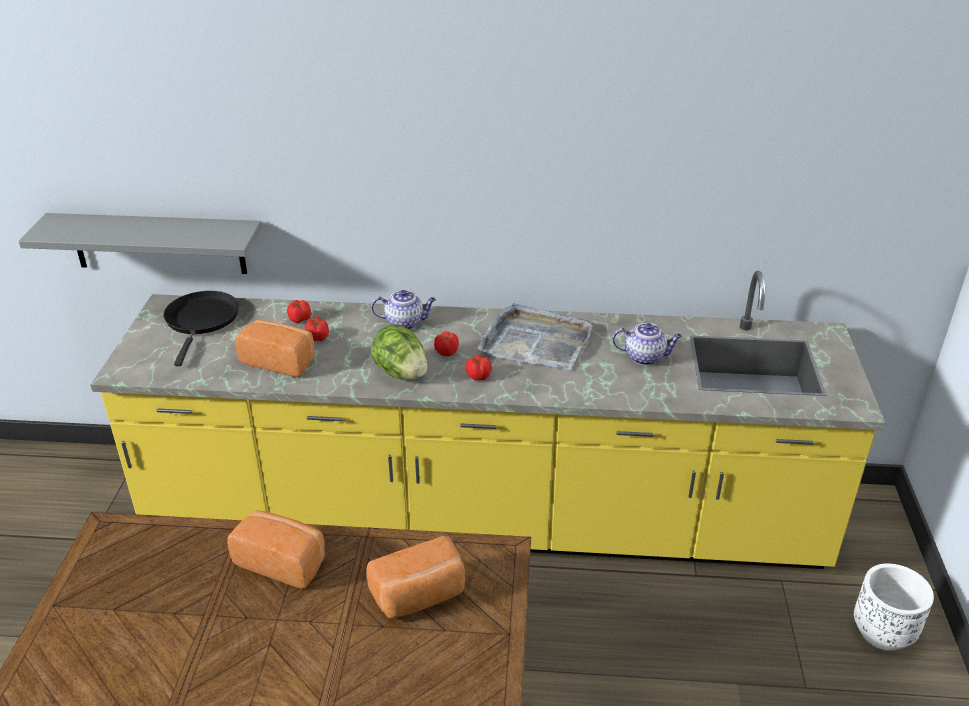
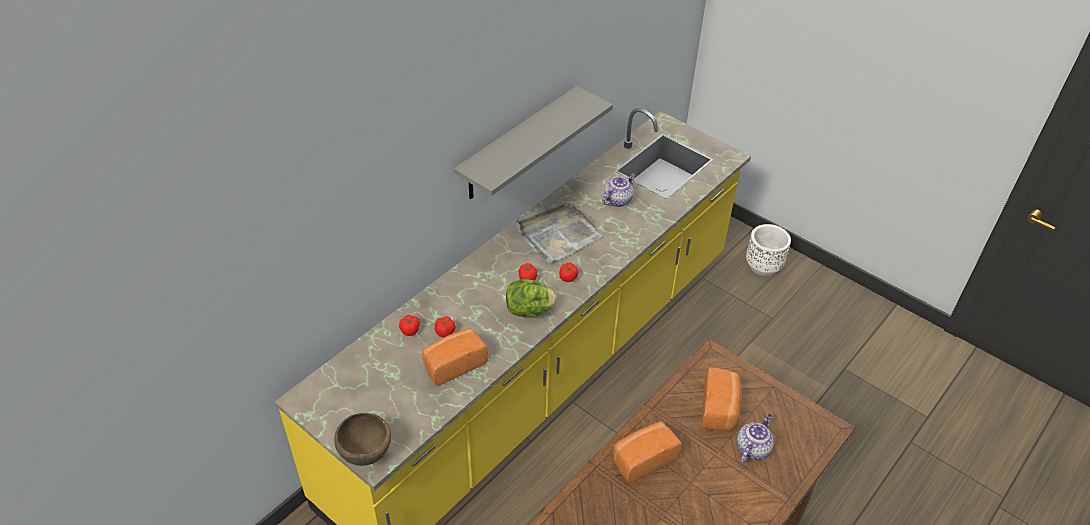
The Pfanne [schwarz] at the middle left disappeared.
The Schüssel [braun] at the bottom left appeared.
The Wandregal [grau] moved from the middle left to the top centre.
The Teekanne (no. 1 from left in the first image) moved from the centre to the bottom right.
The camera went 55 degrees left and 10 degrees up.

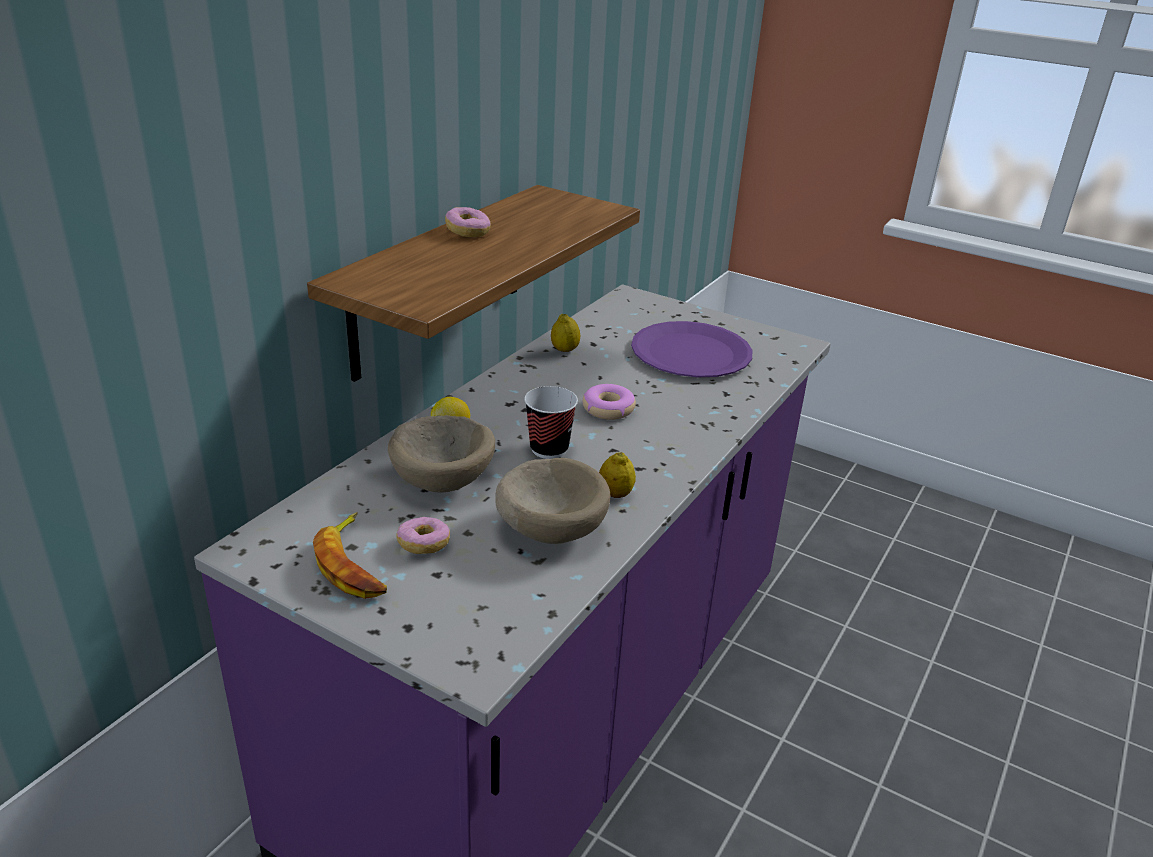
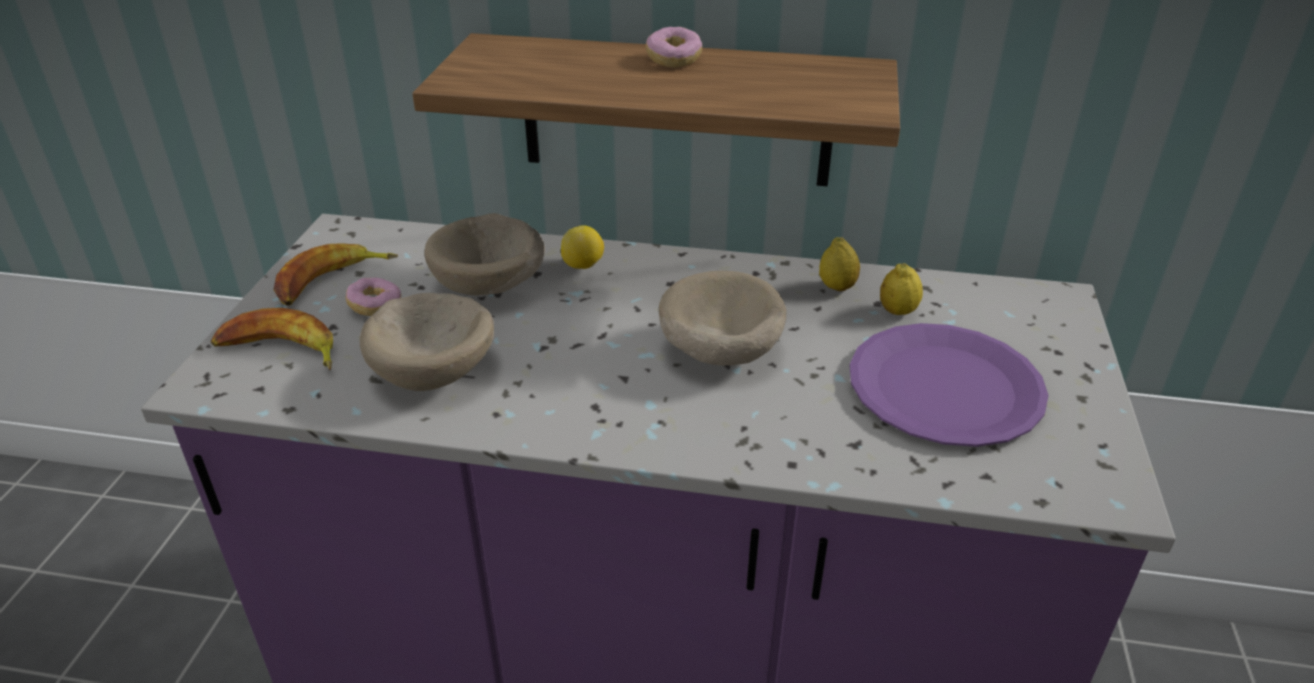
The Tasse at the centre disappeared.
The Banane (no. 1 from left) at the middle left appeared.
The Zitrone (no. 3 from left) moved from the centre to the middle right.
The Donut (no. 3 from left) at the centre was replaced by the Schüssel [beige] (no. 3 from left) at the centre.
The camera went 70 degrees right and 5 degrees up.

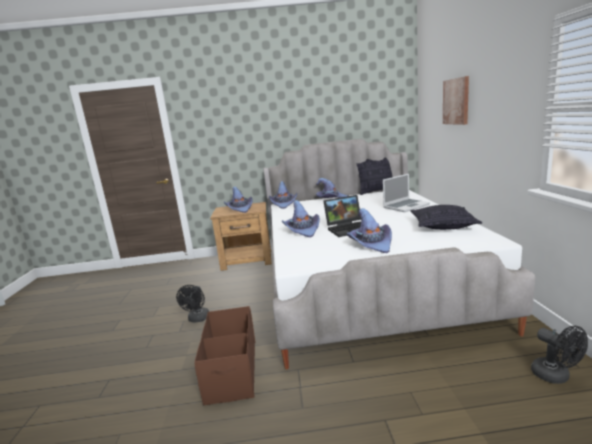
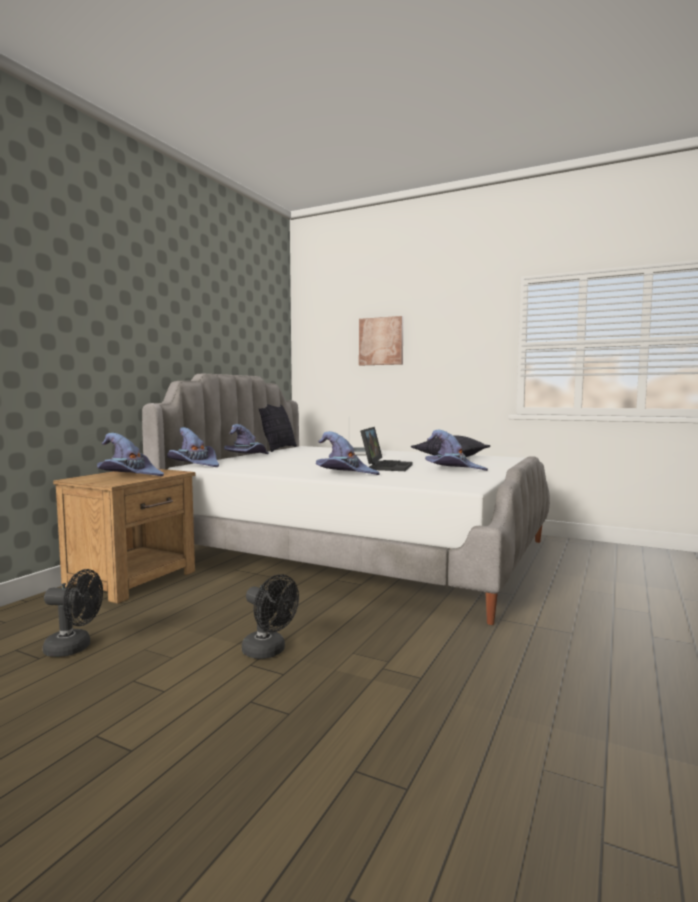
The Aufbewahrungsbox [braun] at the bottom centre disappeared.
The Ventilator [schwarz] (no. 2 from left in the first image) moved from the bottom right to the bottom left.
The camera went 60 degrees left and 10 degrees down.

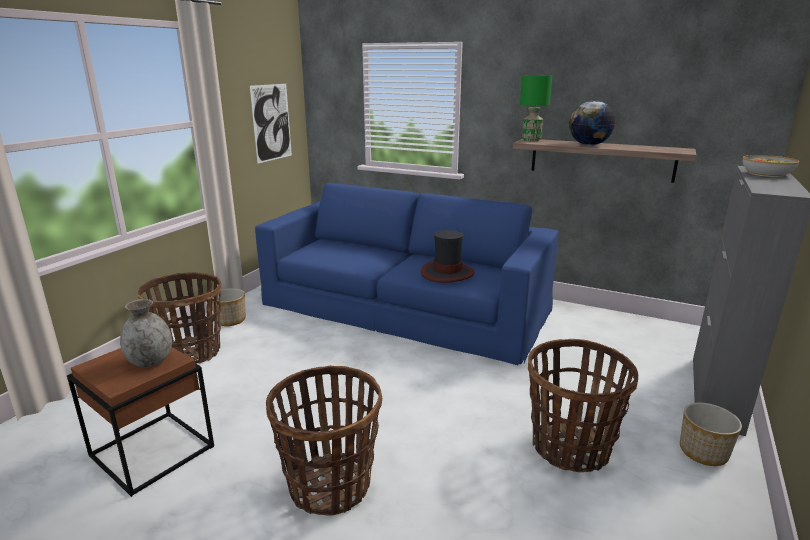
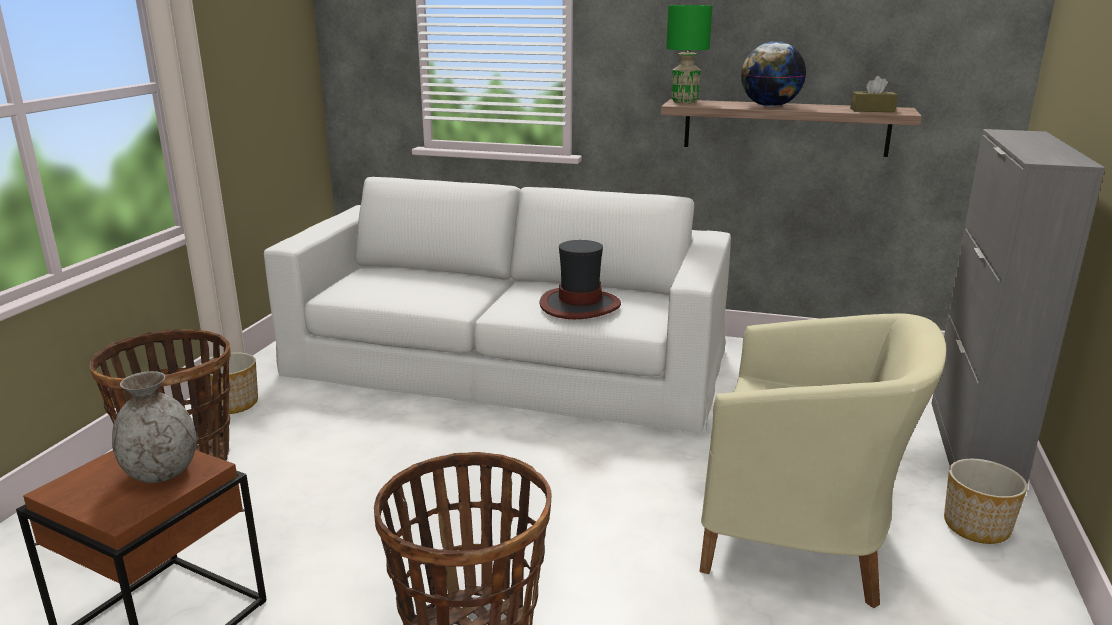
The Bild at the top centre disappeared.
The Schüssel at the top right disappeared.
The Taschentuchbox [braun] at the top right appeared.
The Korb (no. 3 from left) at the bottom right was replaced by the Sessel [beige] at the bottom right.
The Sofa [blau] at the centre became the Sofa [weiß] at the centre.
The camera went 10 degrees left and 0 degrees up.

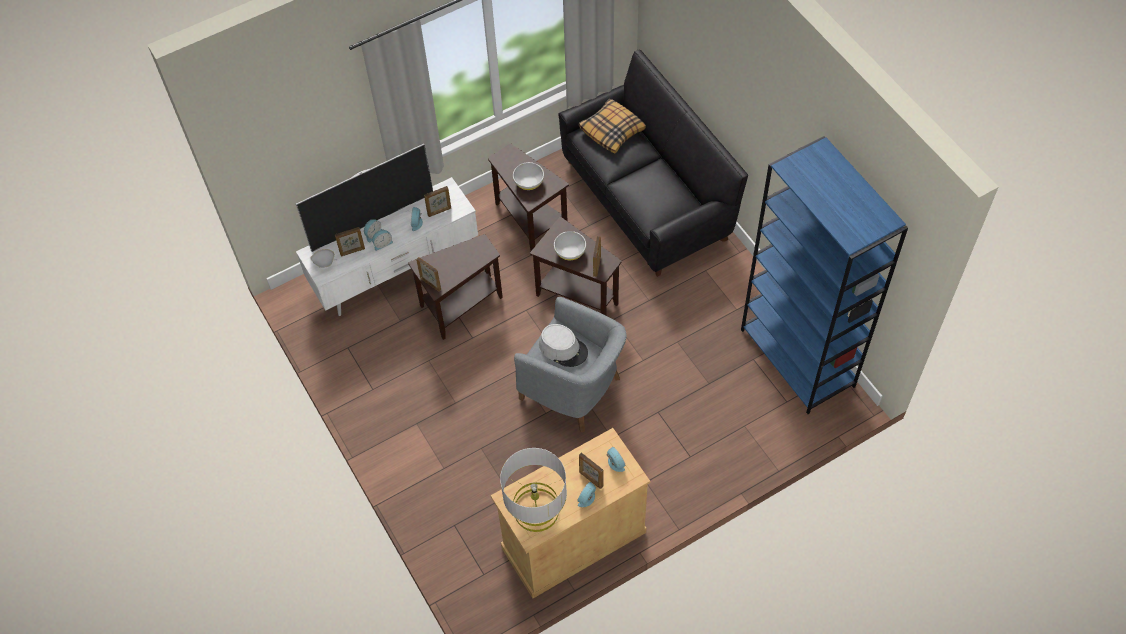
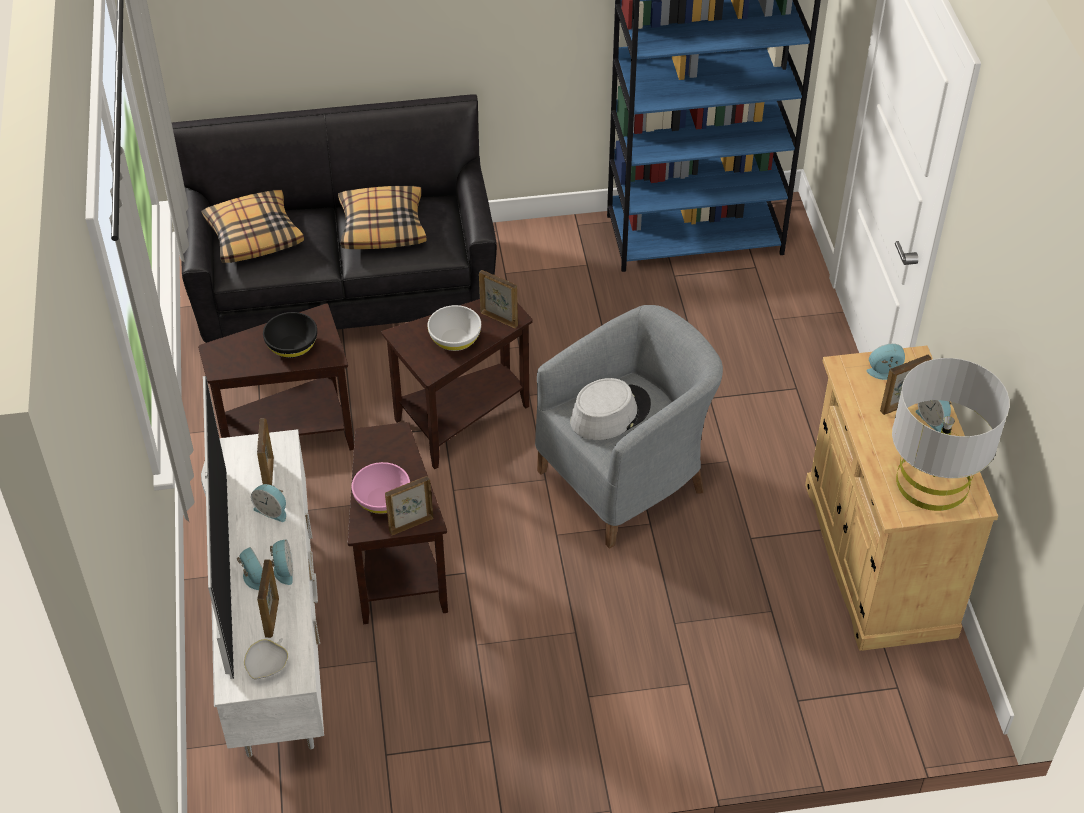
The Kissen (no. 2 from left) at the top centre appeared.
The Schüssel [rosa] at the centre appeared.
The Schüssel [weiß] (no. 2 from left) at the top centre became the Schüssel [schwarz] at the middle left.
The camera went 70 degrees left and 10 degrees down.

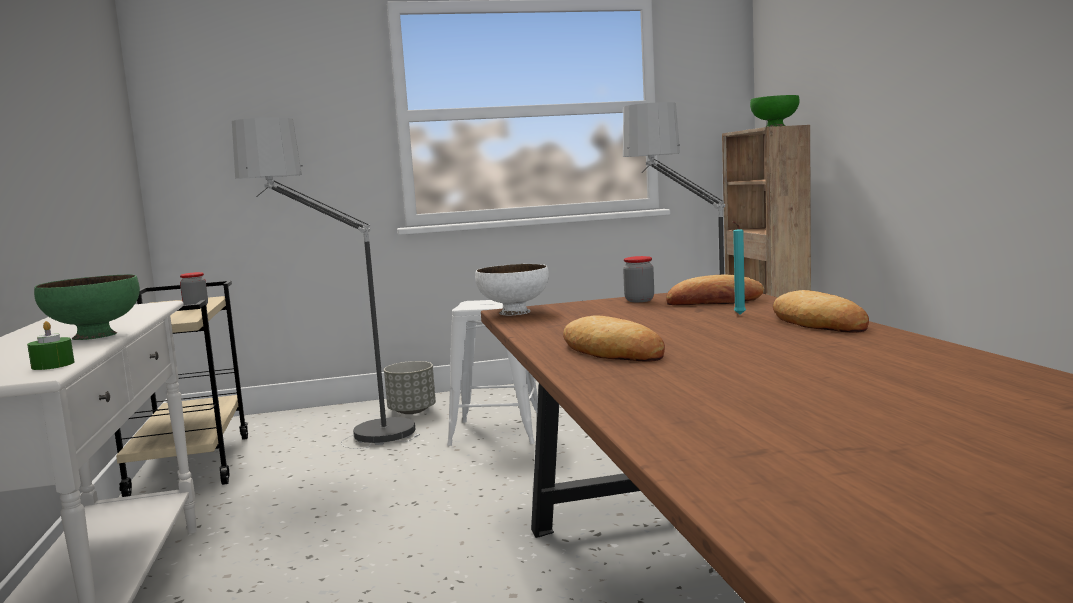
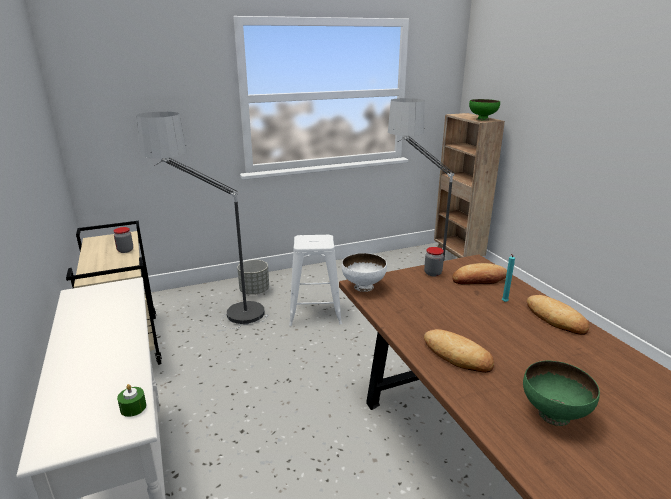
The Schüssel [grün] (no. 1 from left in the first image) moved from the middle left to the bottom right.
The camera went 10 degrees left and 15 degrees up.

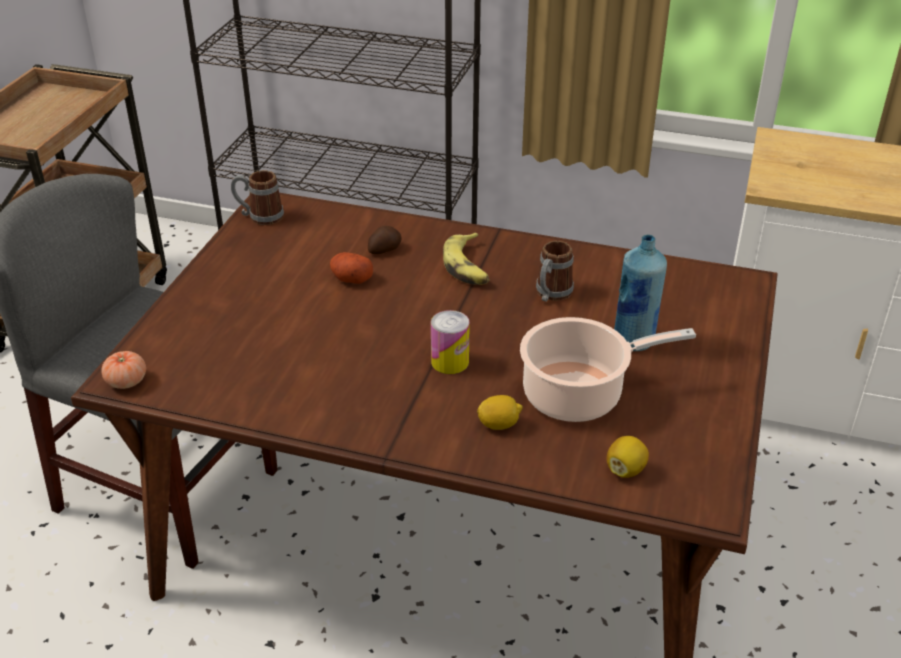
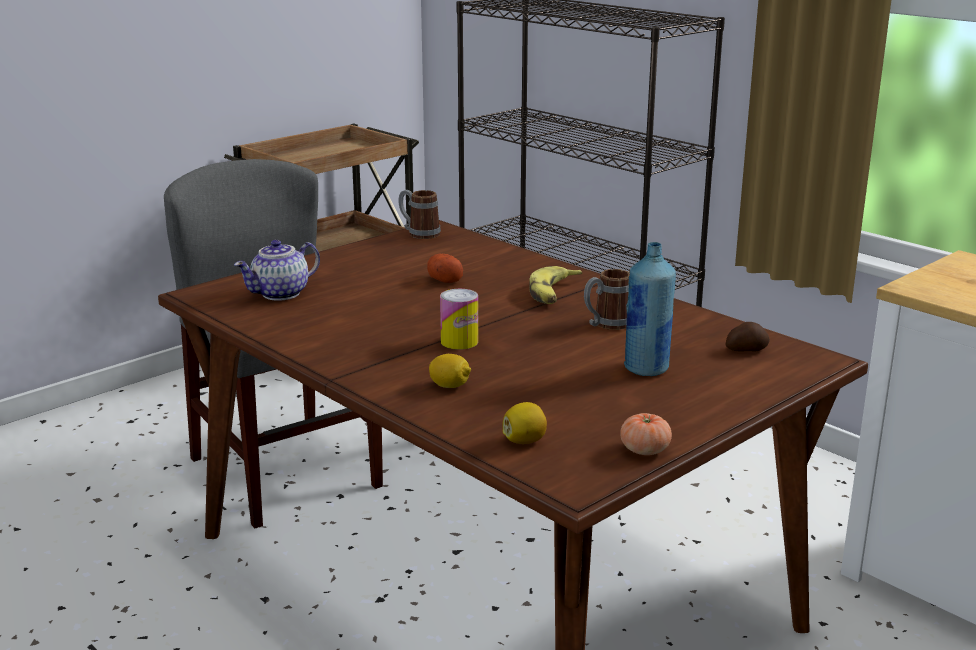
The Kochtopf at the middle right disappeared.
The Teekanne at the middle left appeared.
The Tomate moved from the middle left to the bottom centre.
The Kartoffel (no. 2 from left) moved from the centre to the middle right.
The camera went 30 degrees right and 15 degrees down.

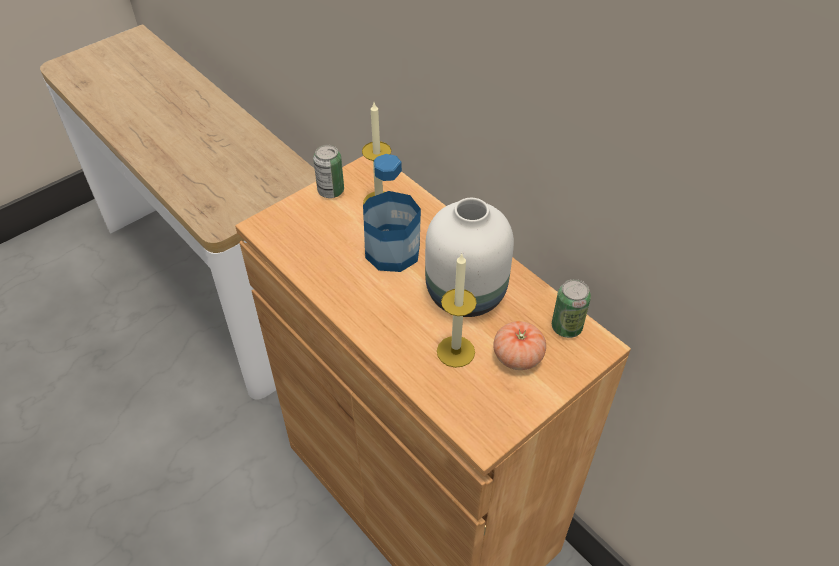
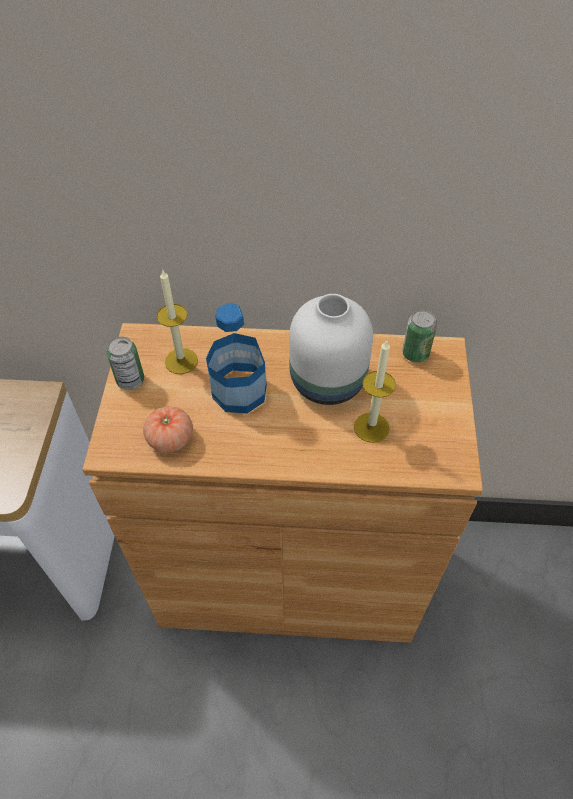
The Tomate moved from the centre to the middle left.
The camera went 45 degrees left and 5 degrees up.

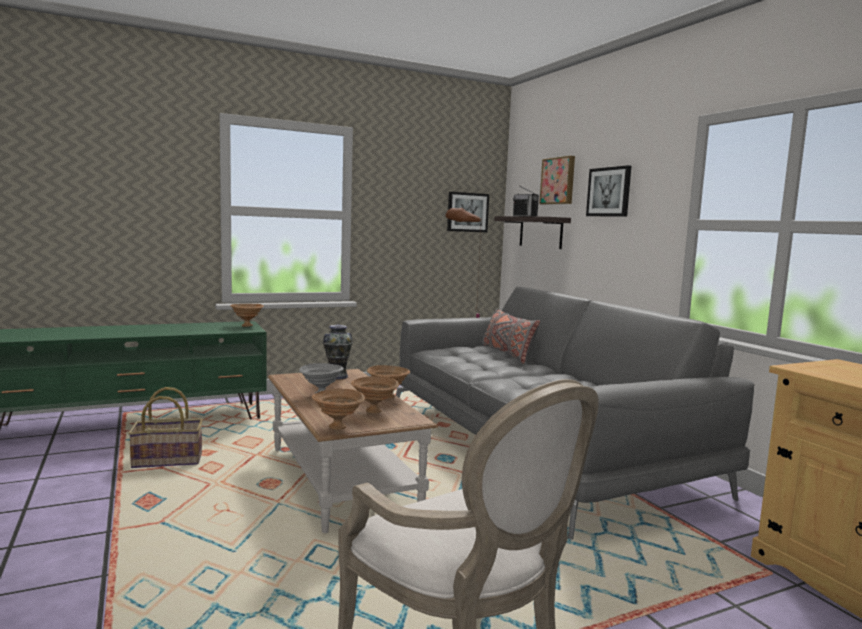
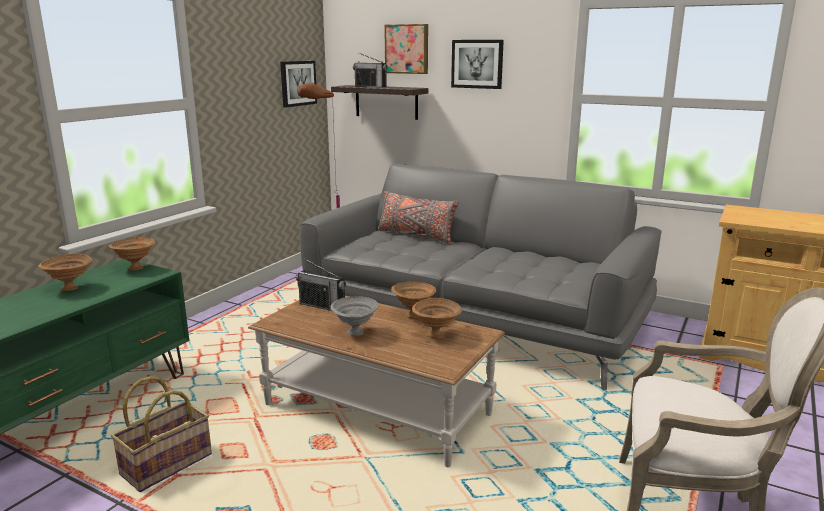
The Schüssel [braun] (no. 2 from left in the first image) moved from the centre to the middle left.
The Vase at the centre was replaced by the Radio (no. 1 from left) at the centre.
The camera went 35 degrees left and 10 degrees up.

